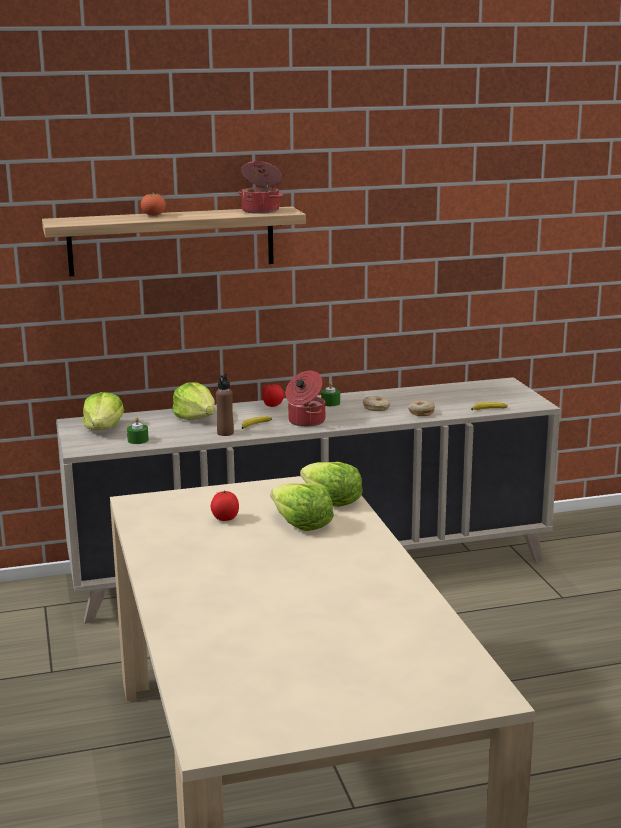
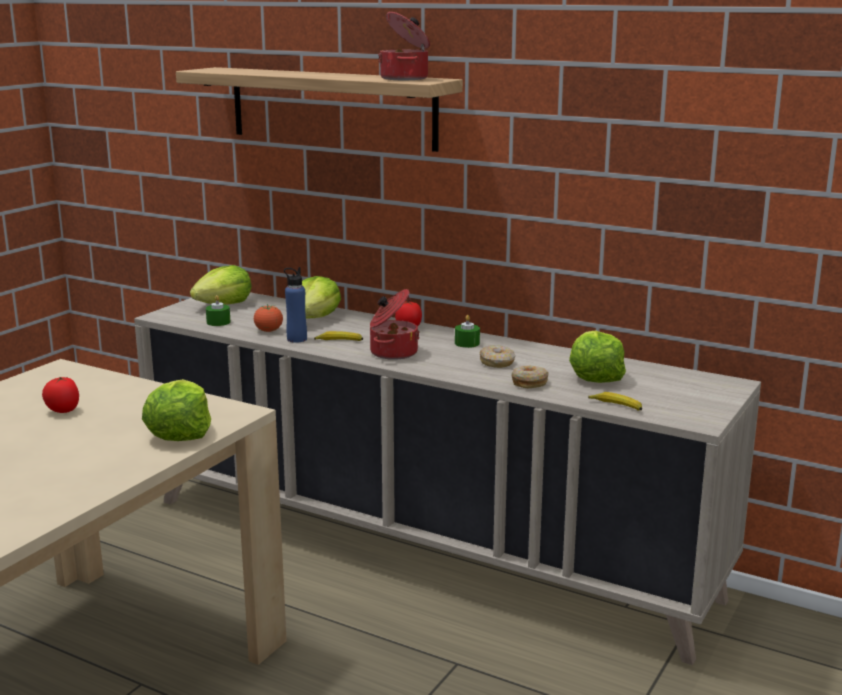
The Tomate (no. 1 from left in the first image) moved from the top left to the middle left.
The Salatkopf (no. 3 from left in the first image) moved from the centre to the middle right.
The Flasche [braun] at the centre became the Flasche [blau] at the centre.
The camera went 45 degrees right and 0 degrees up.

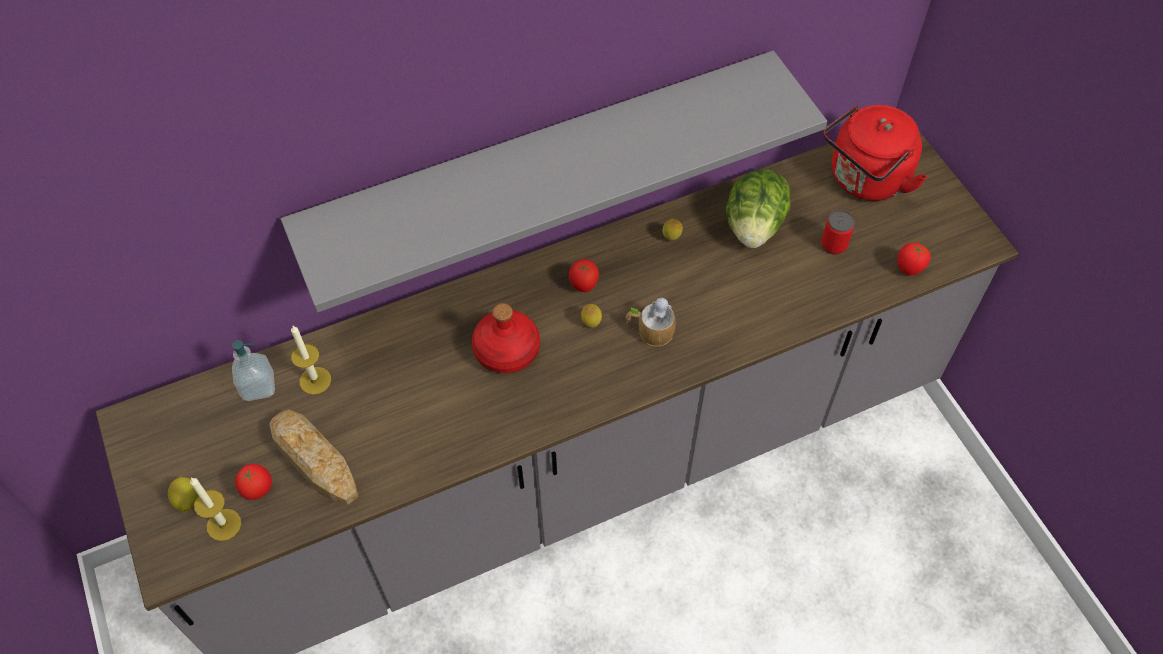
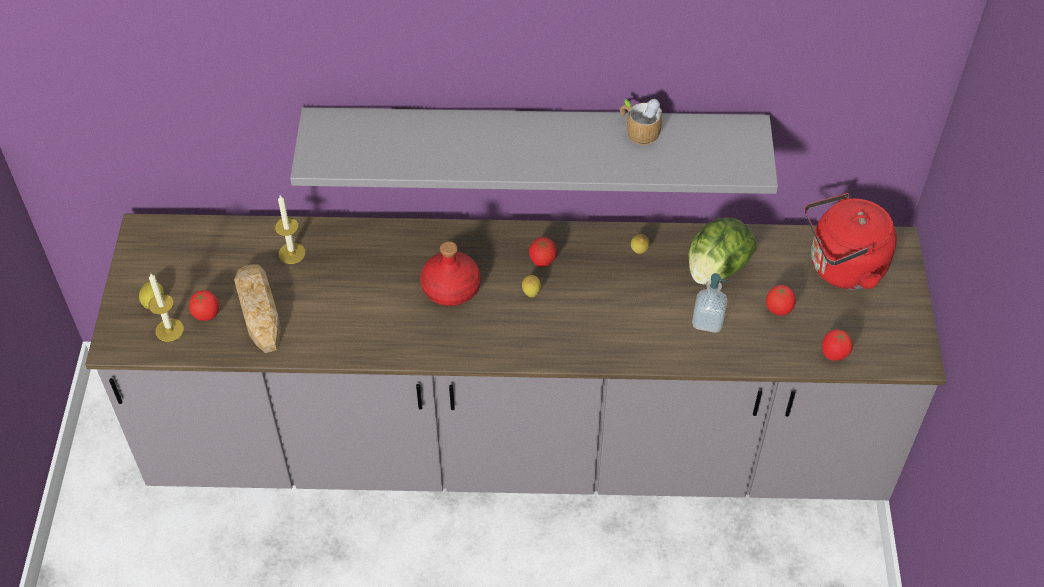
The Seifenspender moved from the middle left to the middle right.
The Henkelbecher moved from the centre to the top centre.
The Dose at the middle right was replaced by the Tomate (no. 3 from left) at the middle right.
The camera went 25 degrees right and 5 degrees down.

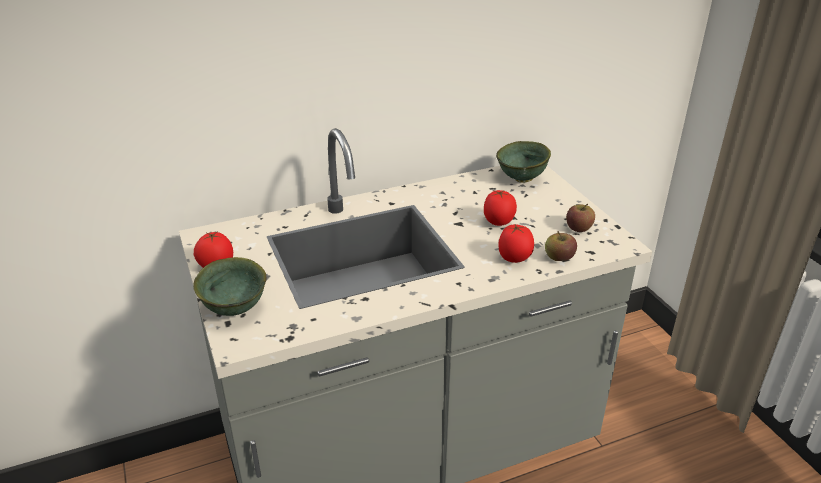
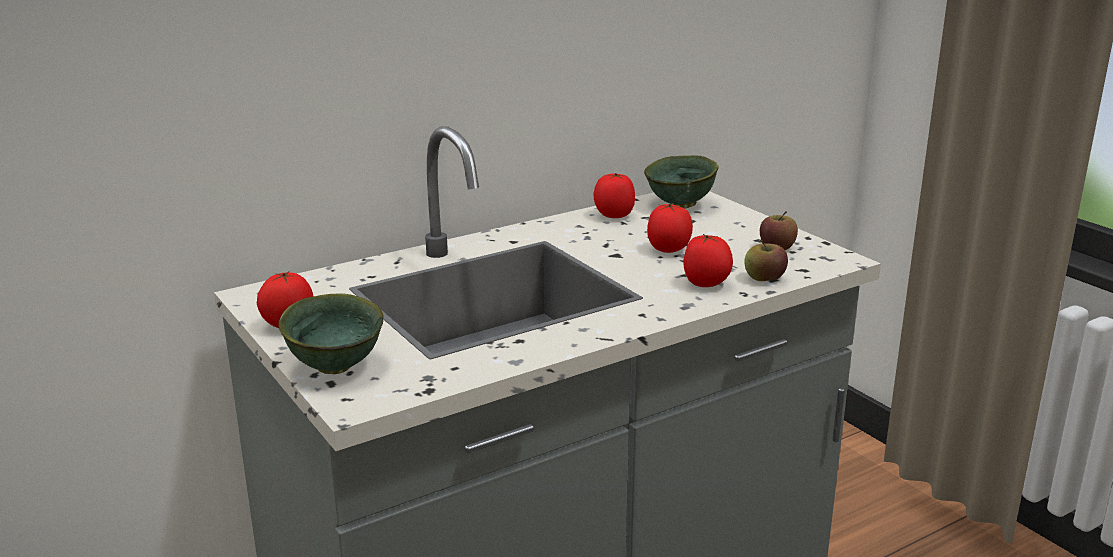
The Tomate (no. 2 from left) at the centre appeared.
The camera went 10 degrees left and 10 degrees down.

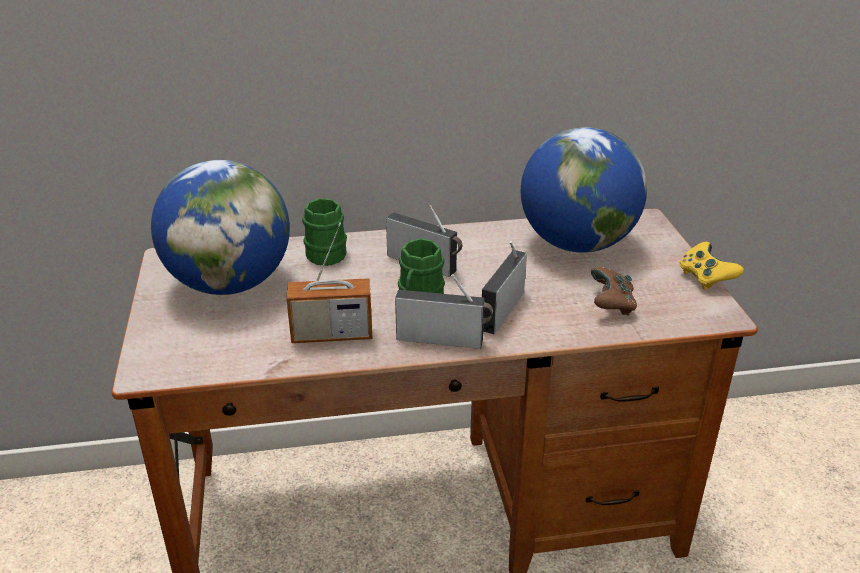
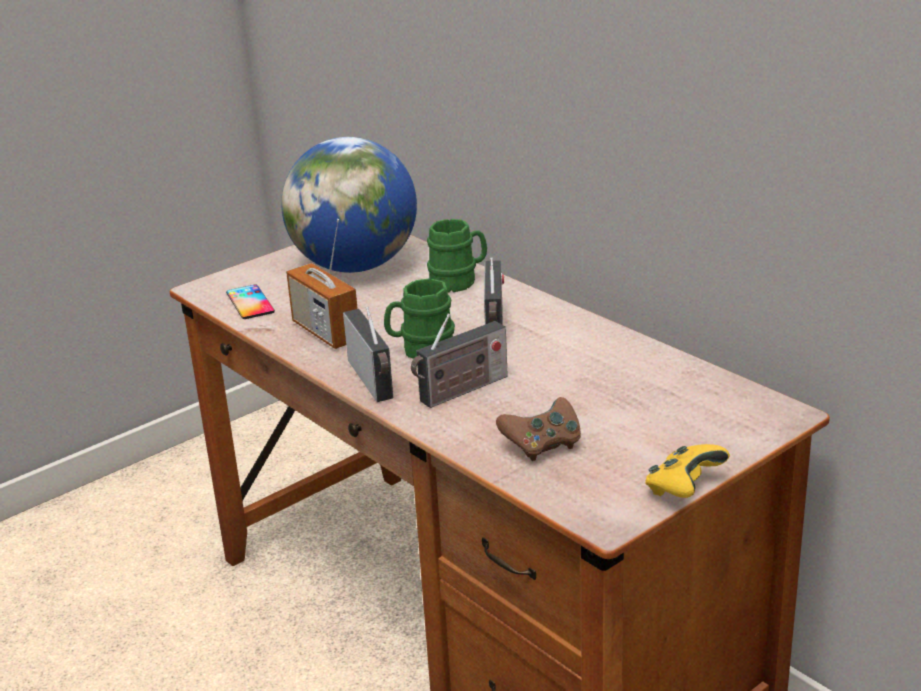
The Globus (no. 2 from left) at the top right disappeared.
The Handy at the middle left appeared.
The Radio (no. 4 from left in the first image) at the centre turned 150 degrees clockwise.
The camera went 60 degrees right and 5 degrees down.

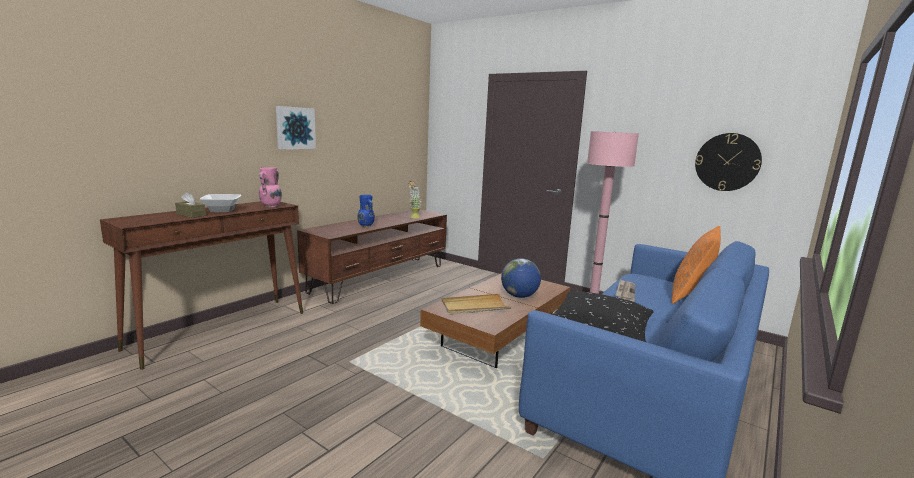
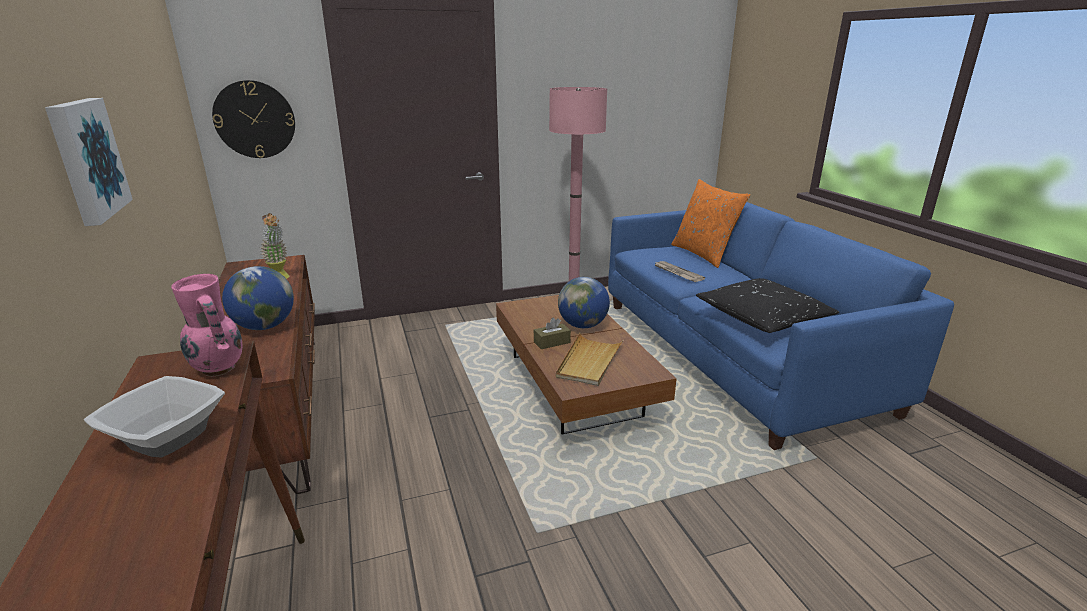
The Taschentuchbox [braun] moved from the middle left to the centre.
The Wanduhr moved from the middle right to the top left.
The Vase [blau] at the centre was replaced by the Globus (no. 1 from left) at the middle left.
The camera went 55 degrees left and 10 degrees up.

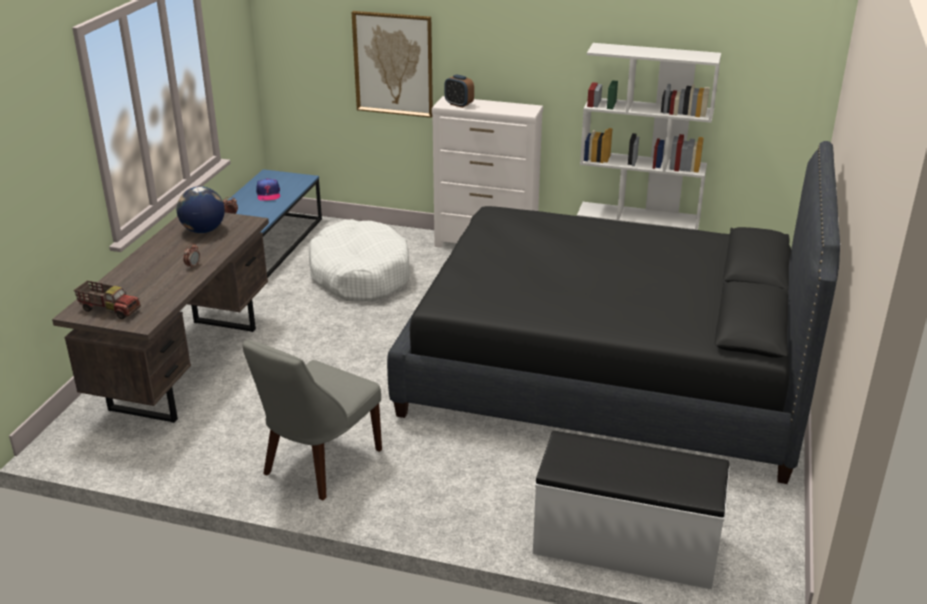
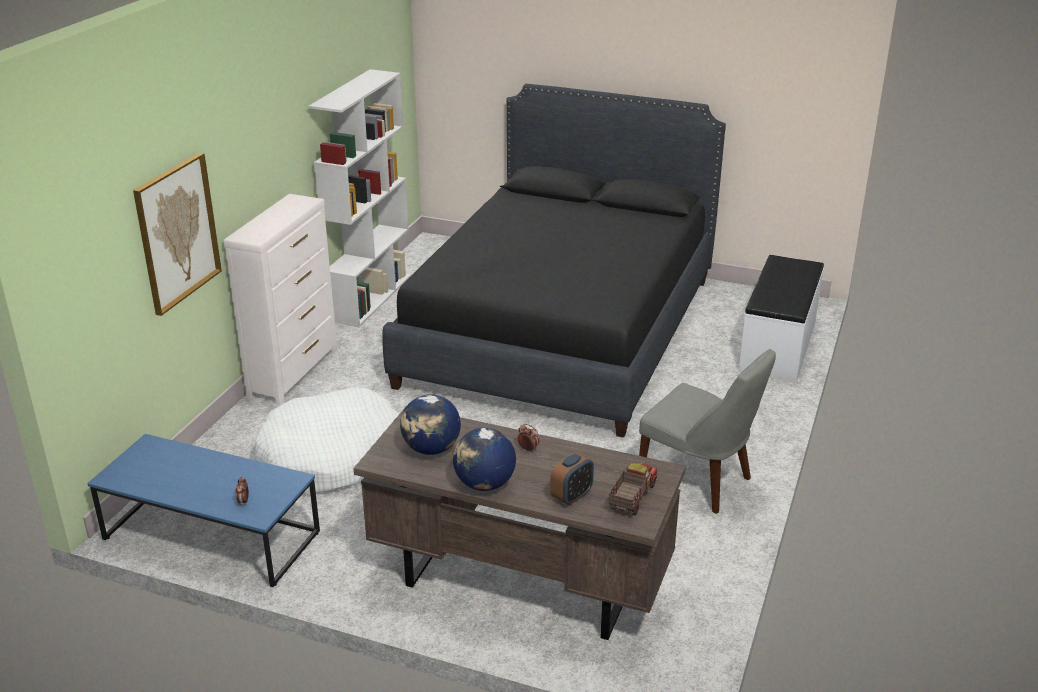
The Kappe at the top left disappeared.
The Globus (no. 2 from left) at the centre appeared.
The Wecker (no. 3 from left) moved from the top centre to the bottom centre.
The camera went 85 degrees left and 0 degrees up.

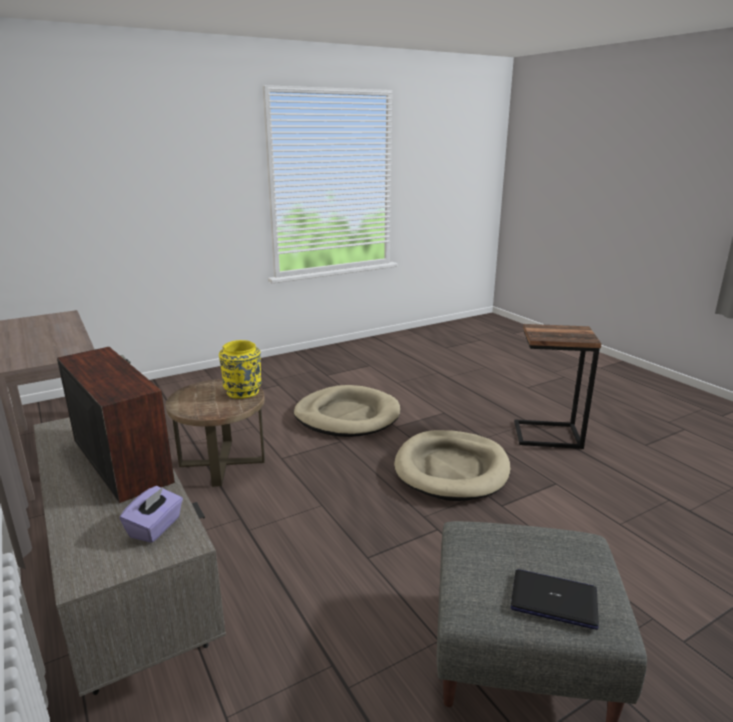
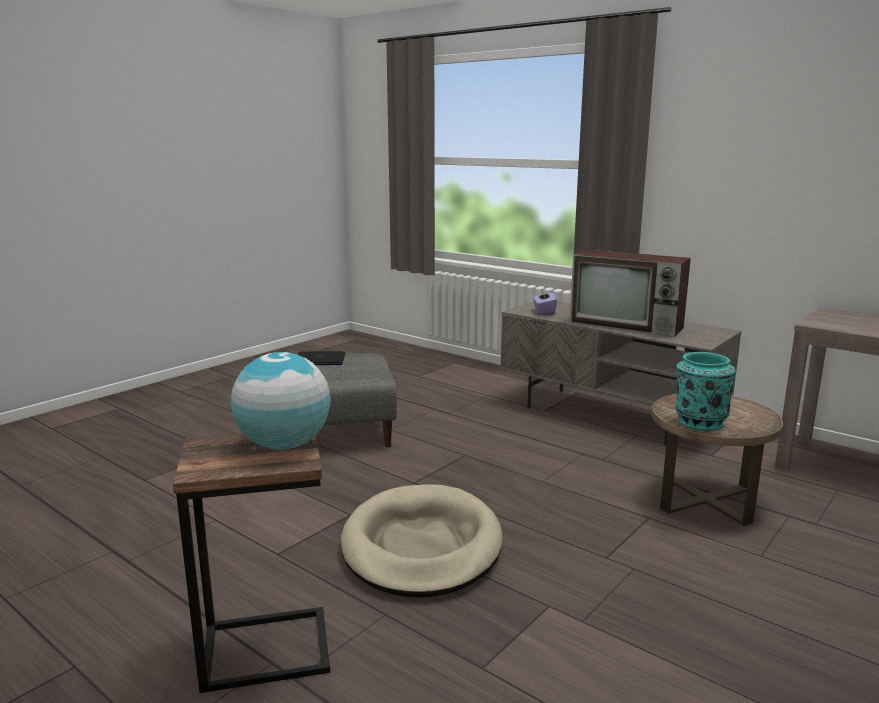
The Hundebett [beige] (no. 1 from left) at the centre disappeared.
The Globus at the middle left appeared.
The Vase [gelb] at the middle left became the Vase [türkis] at the middle right.
The camera went 160 degrees right and 5 degrees down.

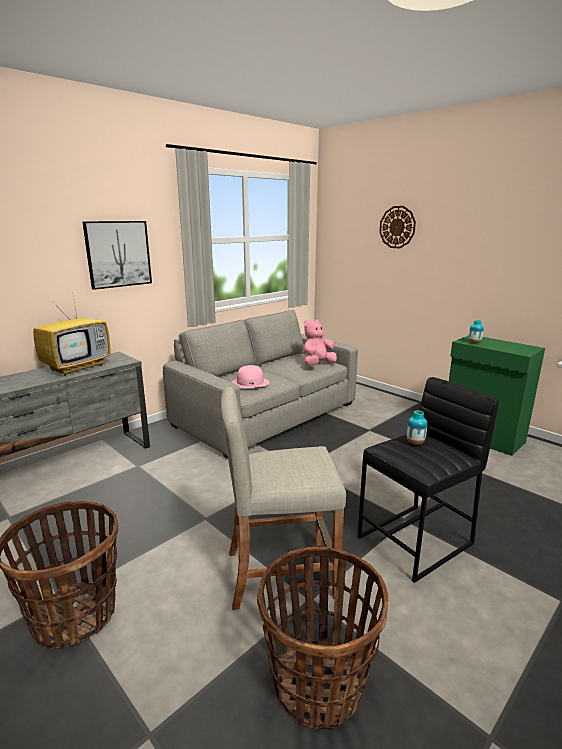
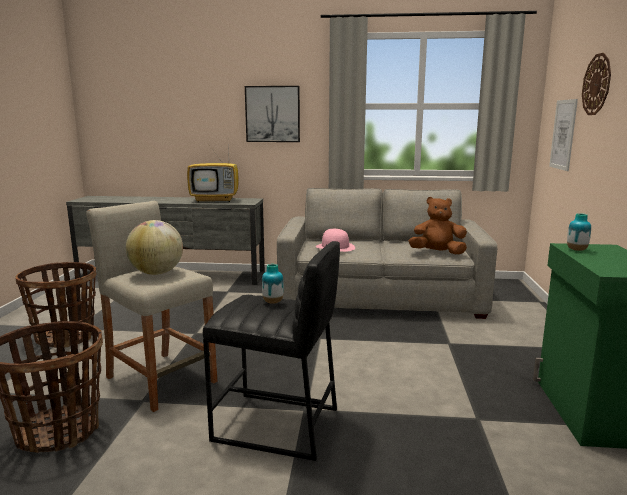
The Globus at the middle left appeared.
The Bild (no. 2 from left) at the top right appeared.
The Plüschtier [rosa] at the centre became the Plüschtier [braun] at the middle right.
The camera went 50 degrees right and 5 degrees down.

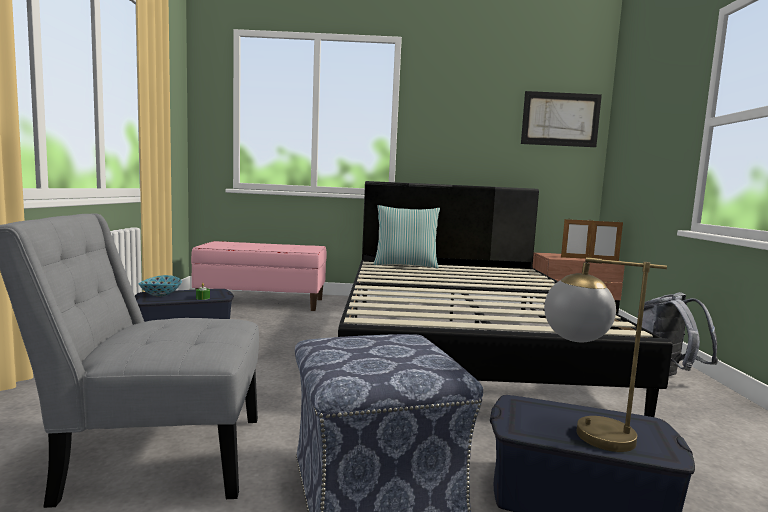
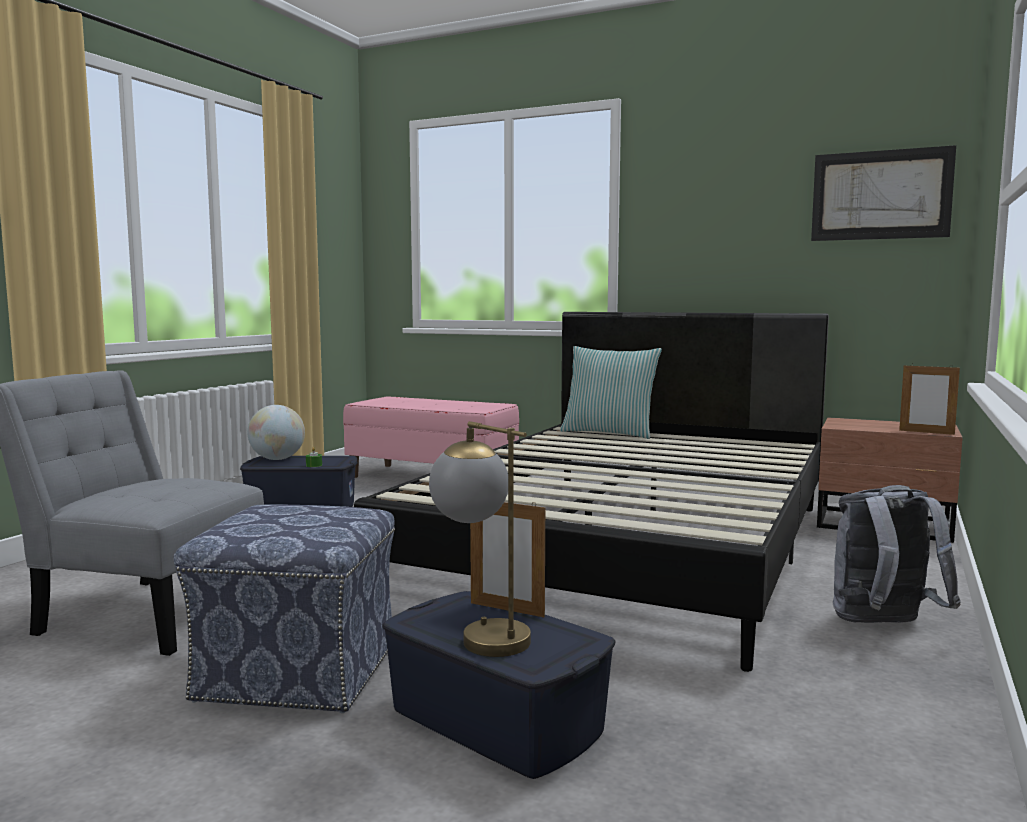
The Bilderrahmen (no. 1 from left) moved from the middle right to the bottom centre.
The Schüssel at the middle left was replaced by the Globus at the middle left.
The camera went 25 degrees right and 0 degrees up.

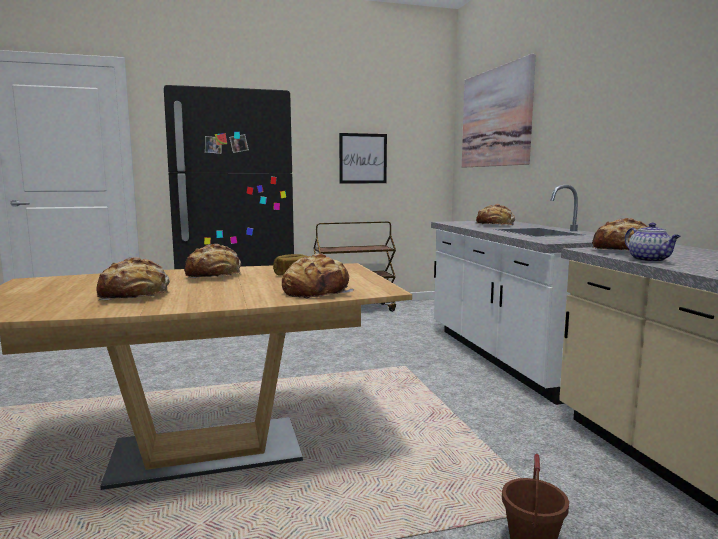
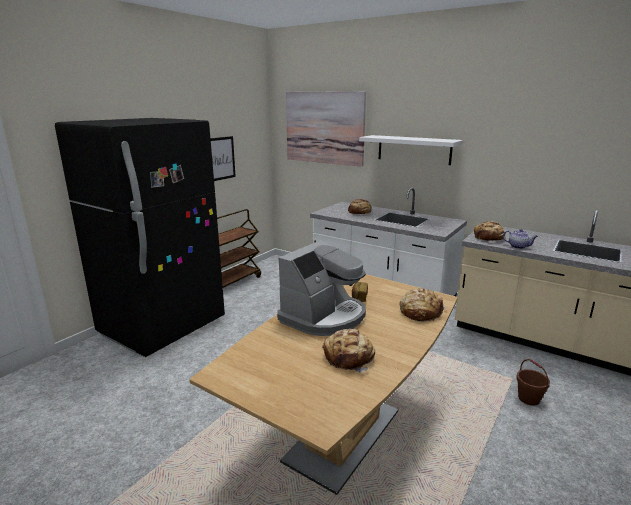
The Wandregal [weiß] at the top centre appeared.
The Brot (no. 2 from left) at the middle left was replaced by the Kaffeemaschine at the centre.
The camera went 40 degrees left and 10 degrees up.

